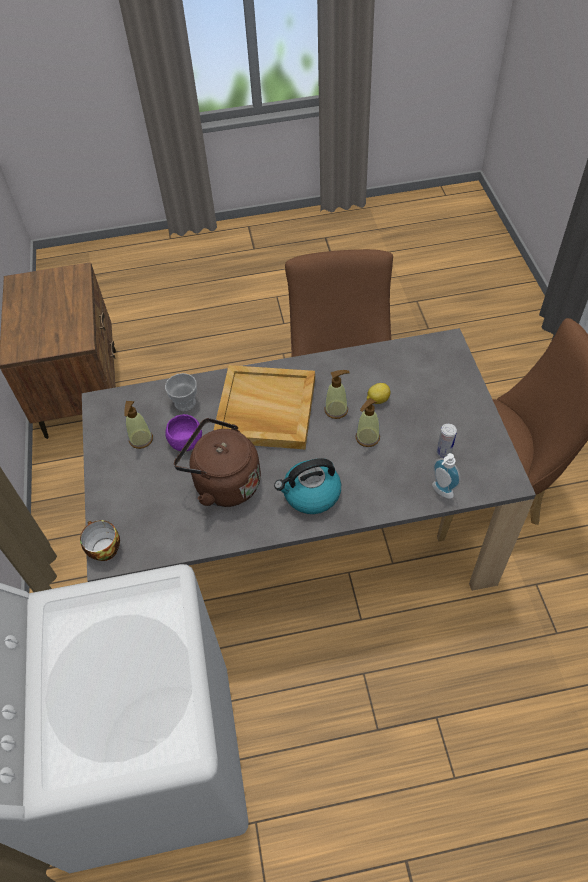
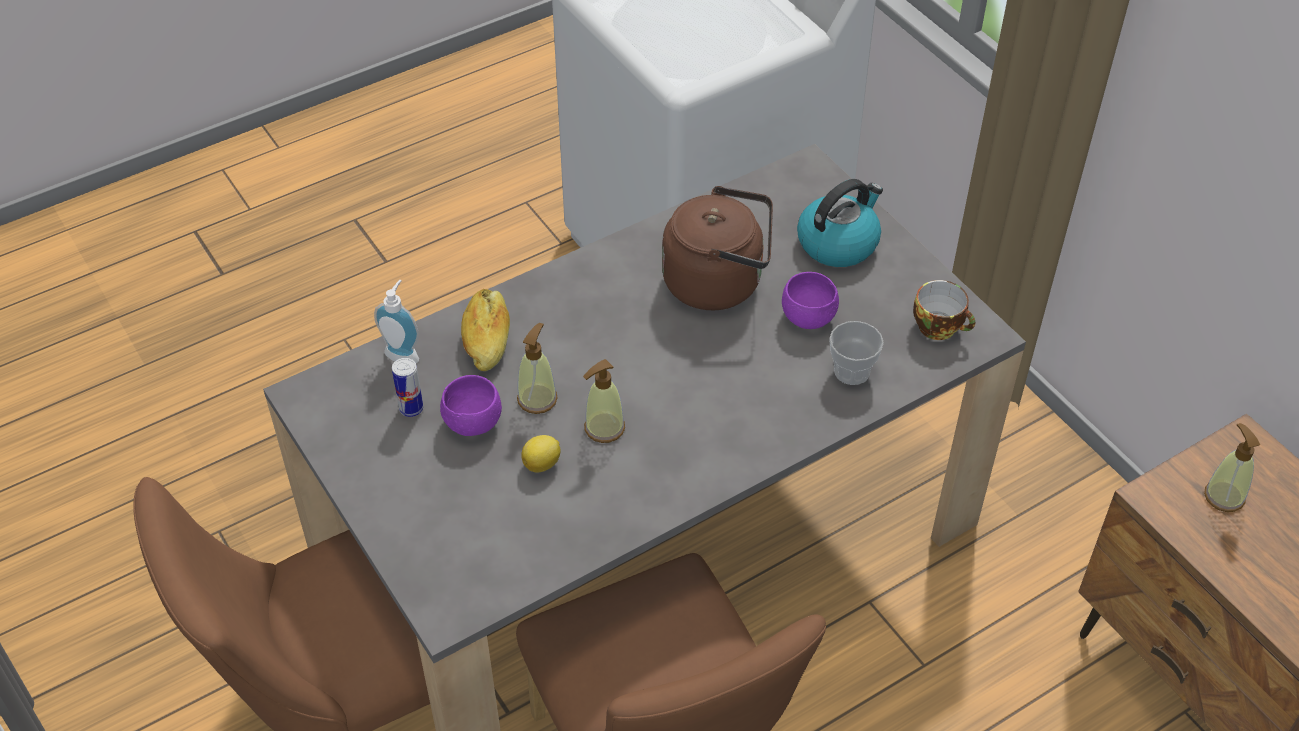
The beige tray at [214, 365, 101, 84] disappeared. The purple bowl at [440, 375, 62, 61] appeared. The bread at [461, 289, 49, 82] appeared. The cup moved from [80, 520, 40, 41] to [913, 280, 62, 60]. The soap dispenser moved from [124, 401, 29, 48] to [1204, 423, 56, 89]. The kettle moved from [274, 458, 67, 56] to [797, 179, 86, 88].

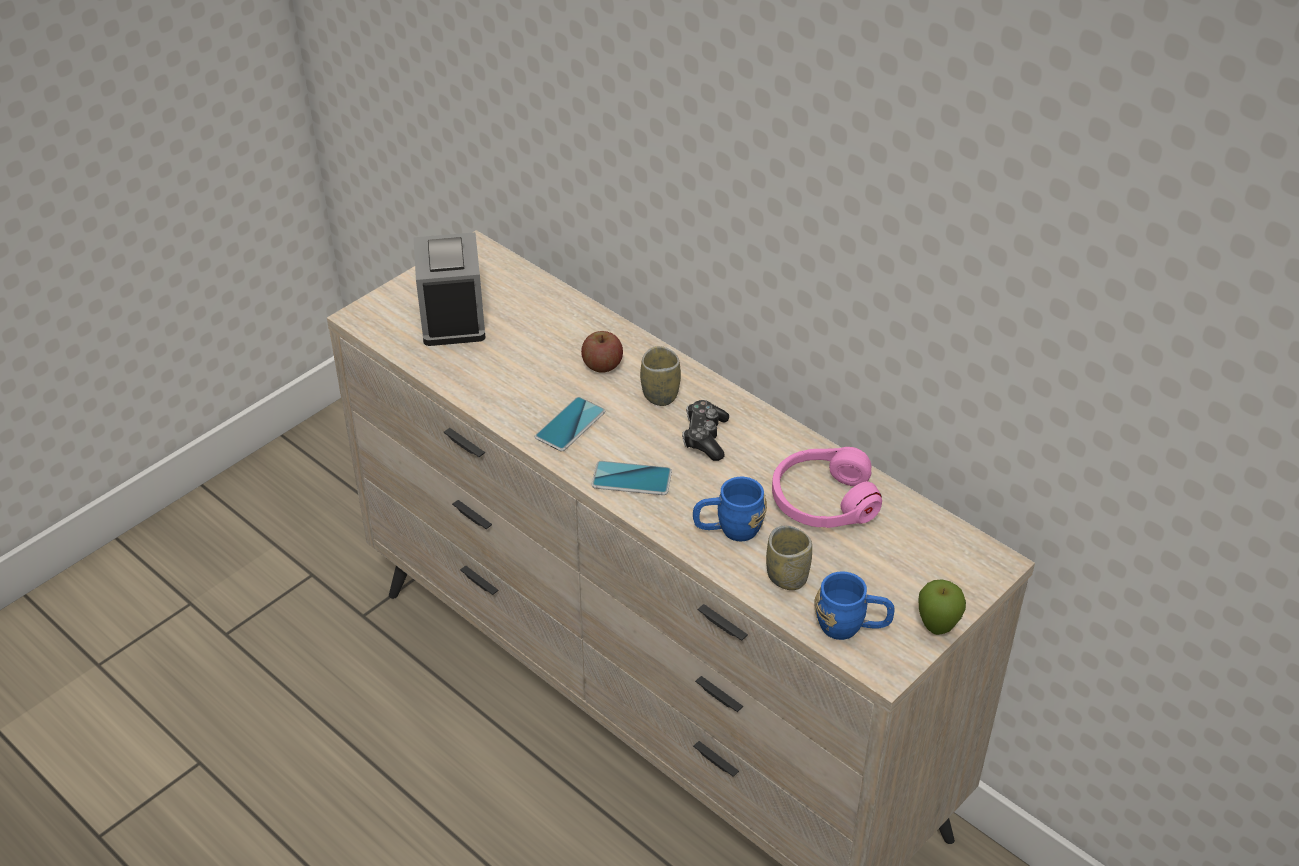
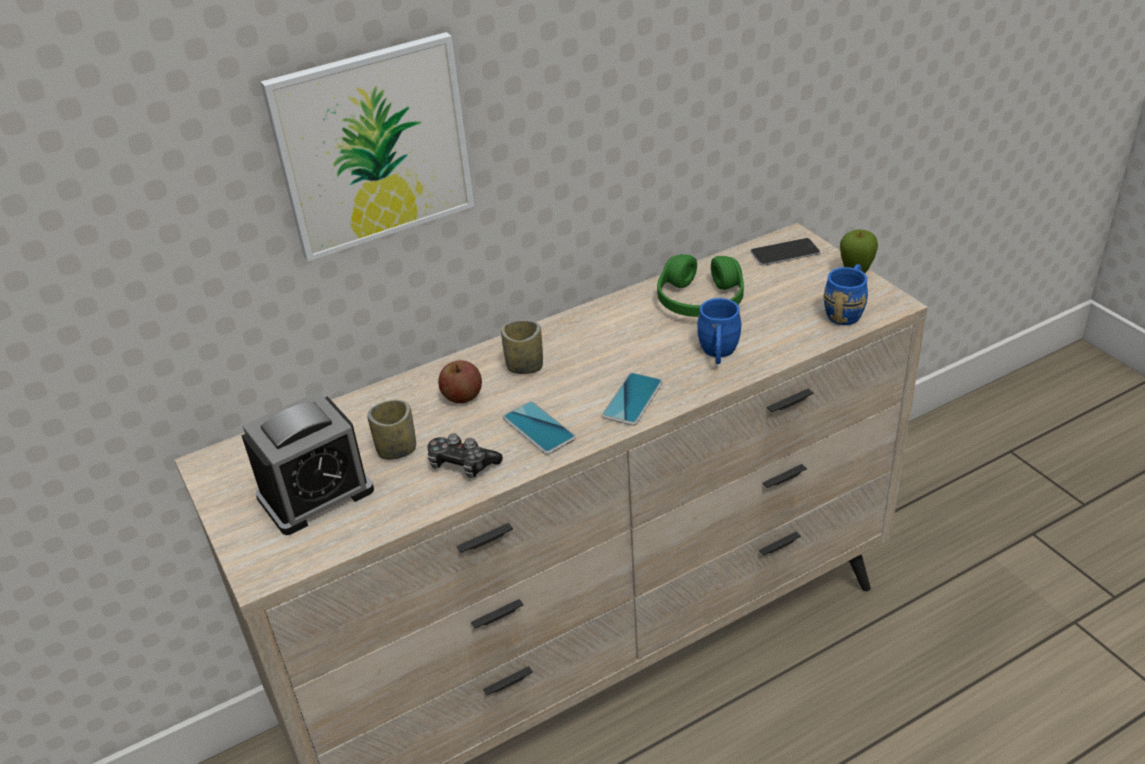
The picture at [261, 32, 213, 229] appeared. The phone at [750, 238, 71, 28] appeared. The game controller moved from [682, 400, 47, 61] to [427, 433, 76, 45]. The cup moved from [766, 526, 46, 64] to [367, 400, 49, 60]. The pink headphones at [772, 447, 110, 81] became the green headphones at [657, 254, 87, 63]. The alarm clock at [413, 232, 73, 114] turned 45 degrees counterclockwise.

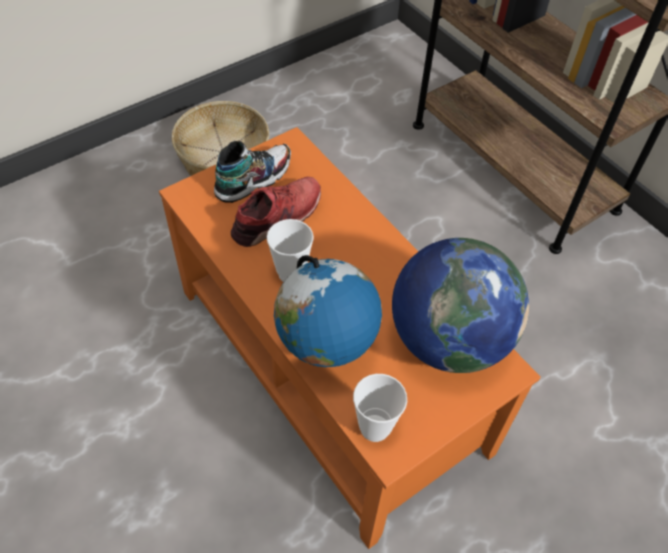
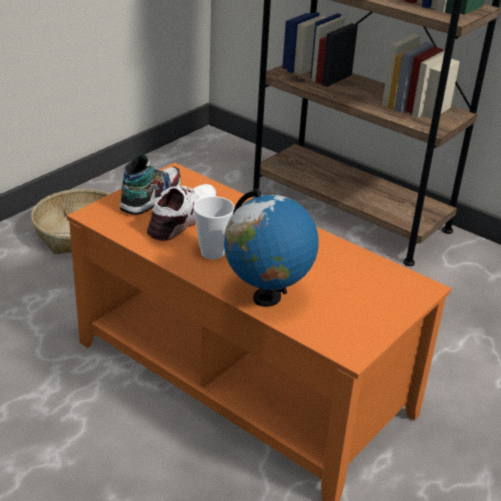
The cup at [353, 374, 54, 68] disappeared. The globe at [392, 238, 137, 135] disappeared. The red shoe at [231, 177, 90, 70] became the white shoe at [147, 184, 70, 57].

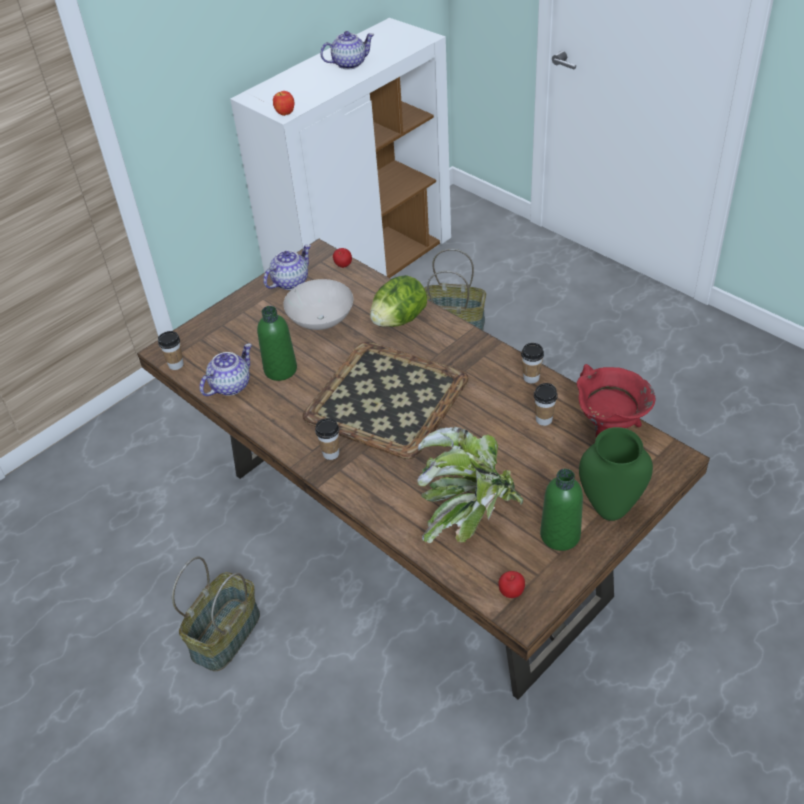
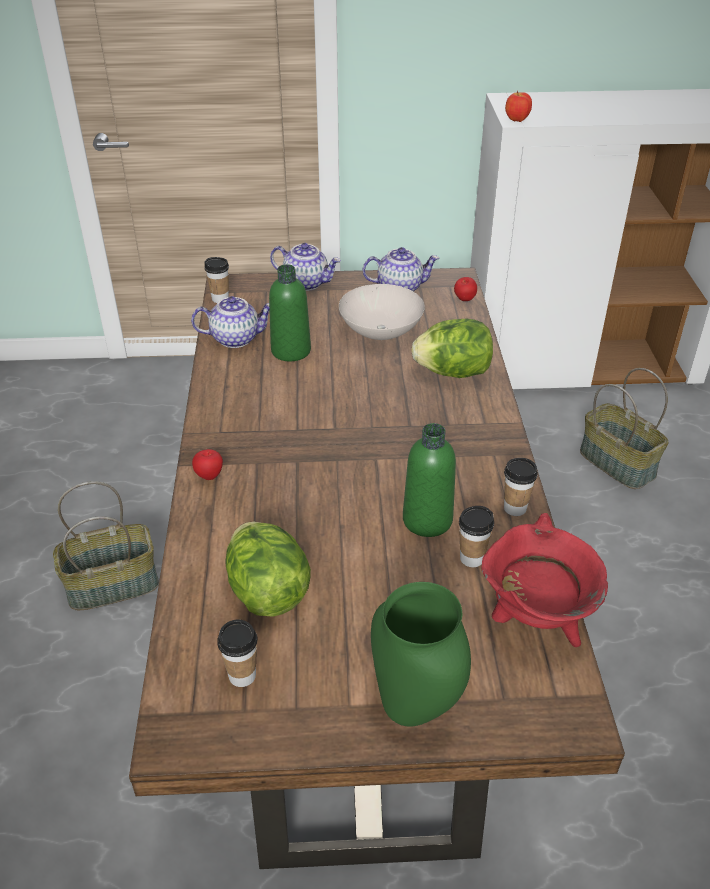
The tray at [303, 341, 166, 118] disappeared. The cup moved from [315, 418, 24, 42] to [217, 619, 41, 68]. The teapot moved from [320, 31, 55, 39] to [270, 243, 71, 48]. The apple moved from [498, 571, 27, 27] to [192, 449, 31, 31]. The green bottle moved from [540, 469, 43, 82] to [403, 423, 53, 114]. The potted plant at [417, 427, 106, 116] was replaced by the lettuce at [225, 522, 86, 95].

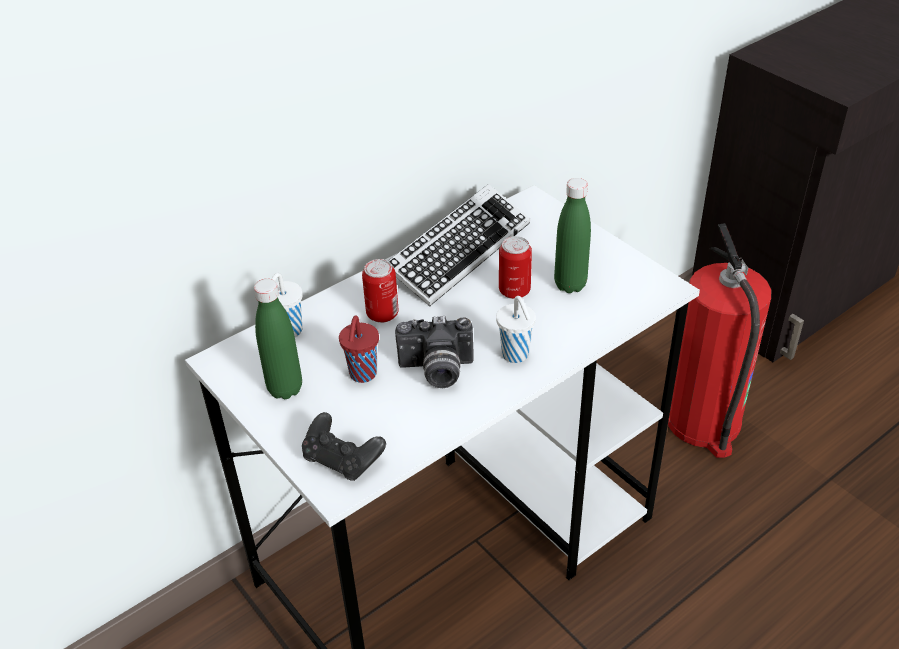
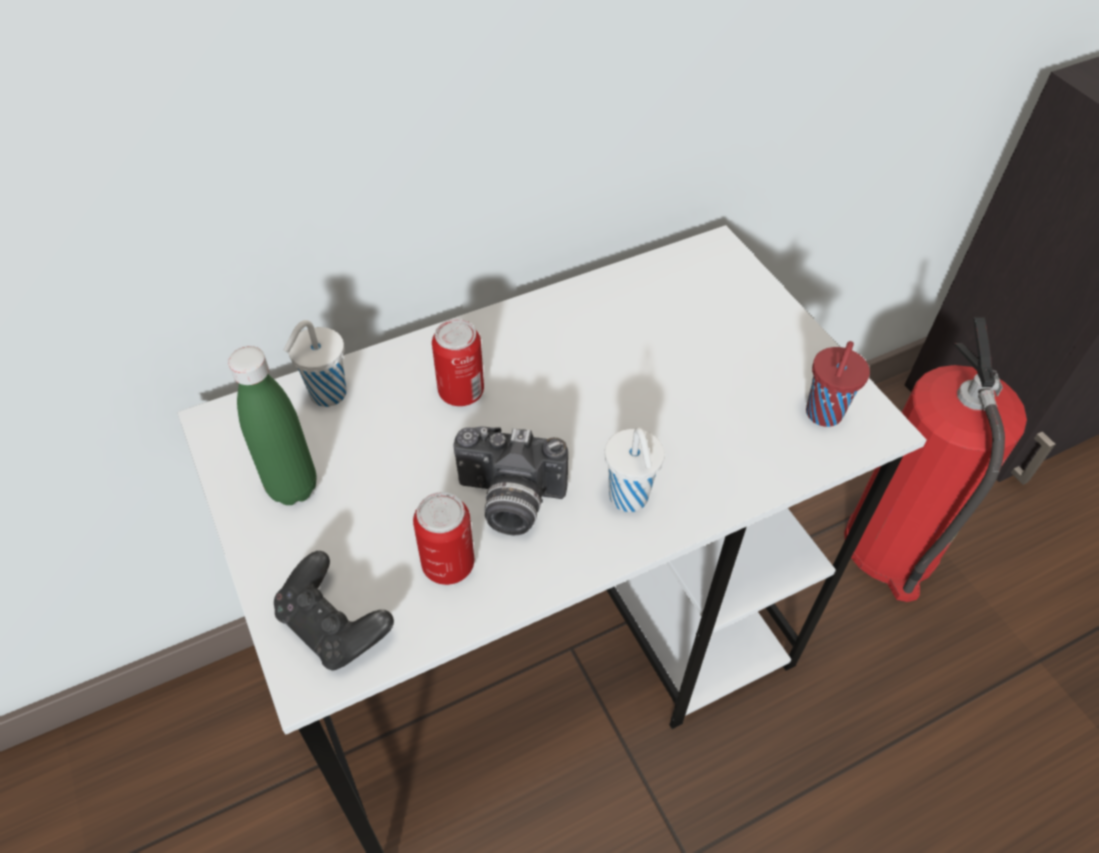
The keyboard at [388, 184, 142, 122] disappeared. The green bottle at [554, 178, 37, 115] disappeared. The red cup moved from [339, 315, 40, 68] to [806, 341, 64, 86]. The can moved from [499, 236, 33, 63] to [413, 492, 61, 93].

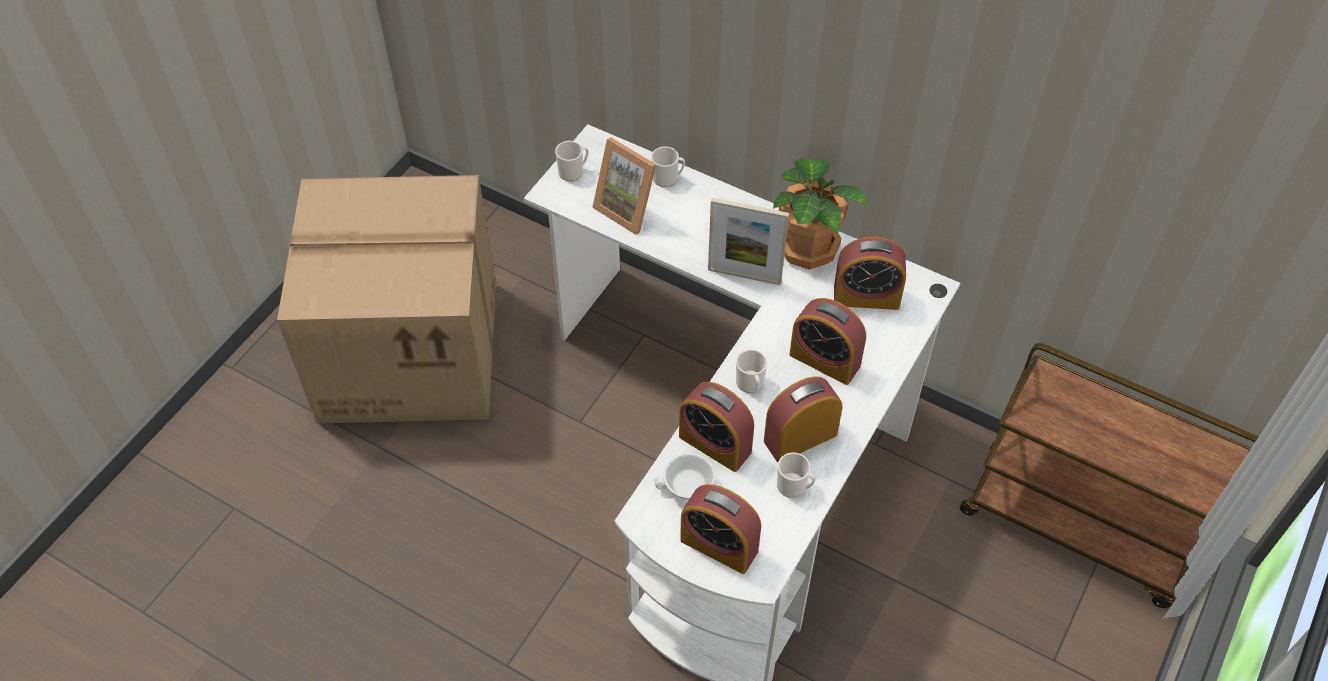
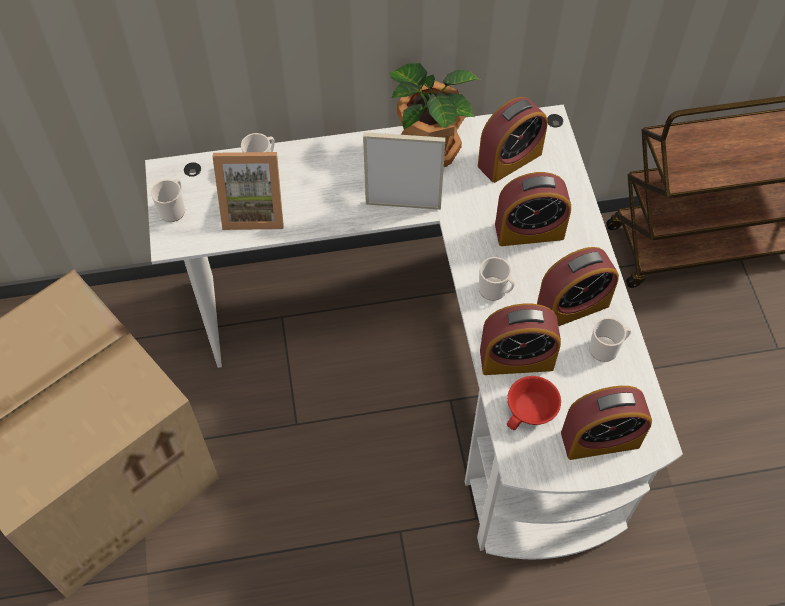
The white cup at [654, 453, 62, 47] became the red cup at [507, 376, 54, 54]. The picture frame at [708, 198, 81, 87] turned 150 degrees counterclockwise. The alarm clock at [764, 377, 78, 85] turned 135 degrees counterclockwise.

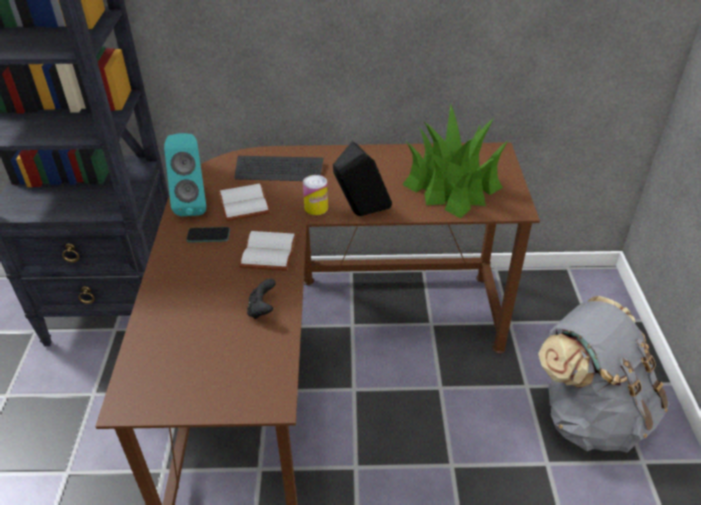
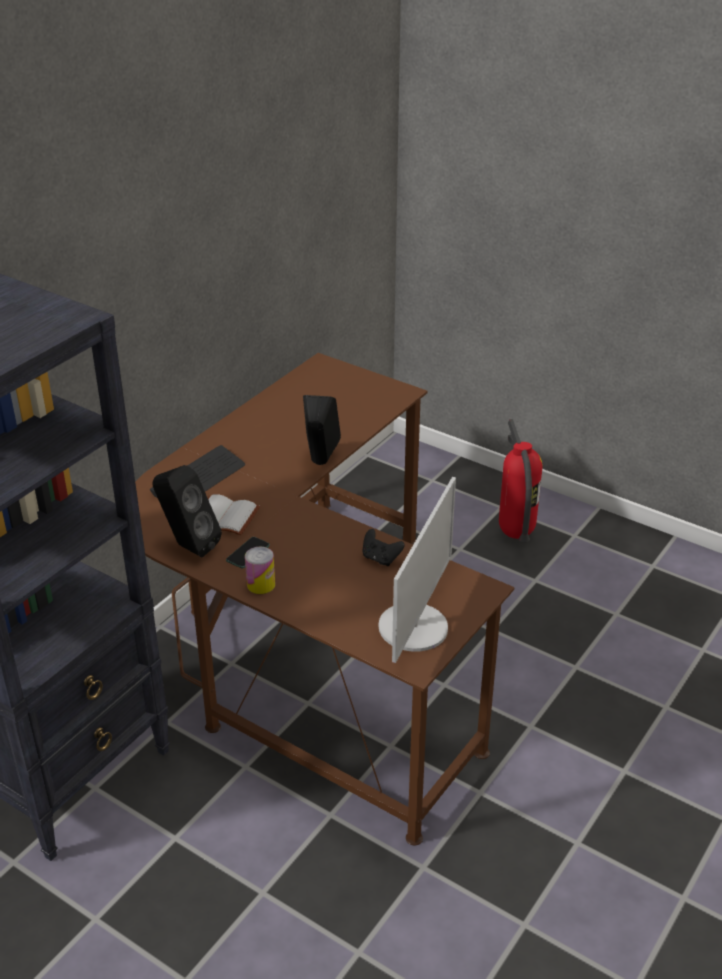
The white book at [239, 231, 58, 39] disappeared. The potted plant at [402, 103, 105, 115] disappeared. The monitor at [379, 477, 77, 186] appeared. The can moved from [303, 175, 25, 40] to [245, 547, 30, 47]. The grey backpack at [538, 296, 131, 157] was replaced by the fire extinguisher at [499, 419, 44, 123]. The turquoise speaker at [164, 133, 42, 83] became the black speaker at [153, 465, 69, 93].

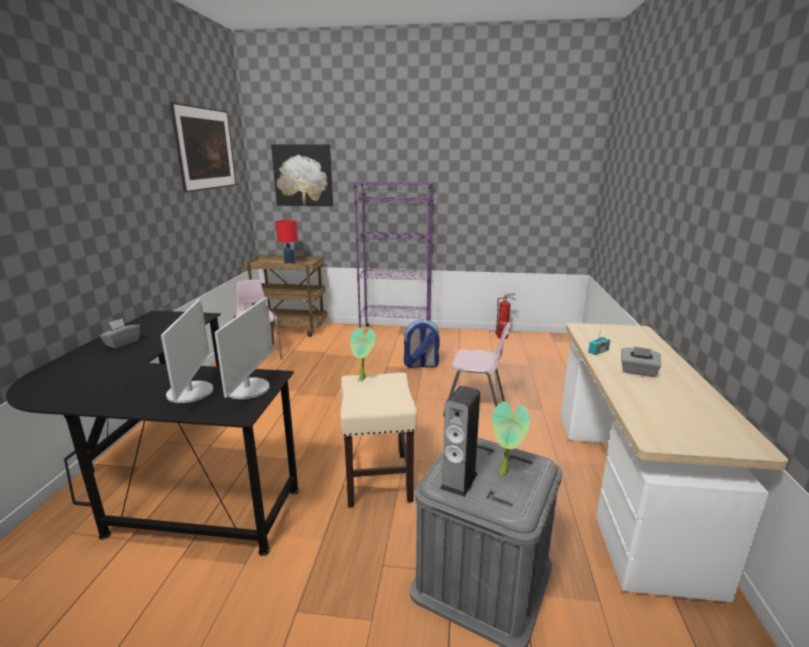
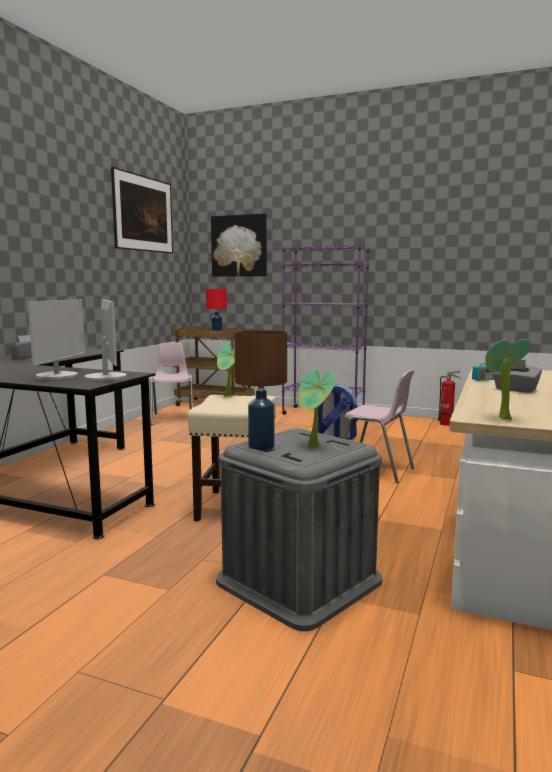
The potted plant at [485, 339, 46, 81] appeared. The speaker at [440, 386, 40, 111] was replaced by the brown table lamp at [234, 330, 53, 120]. The monitor at [214, 297, 59, 102] turned 45 degrees counterclockwise.

